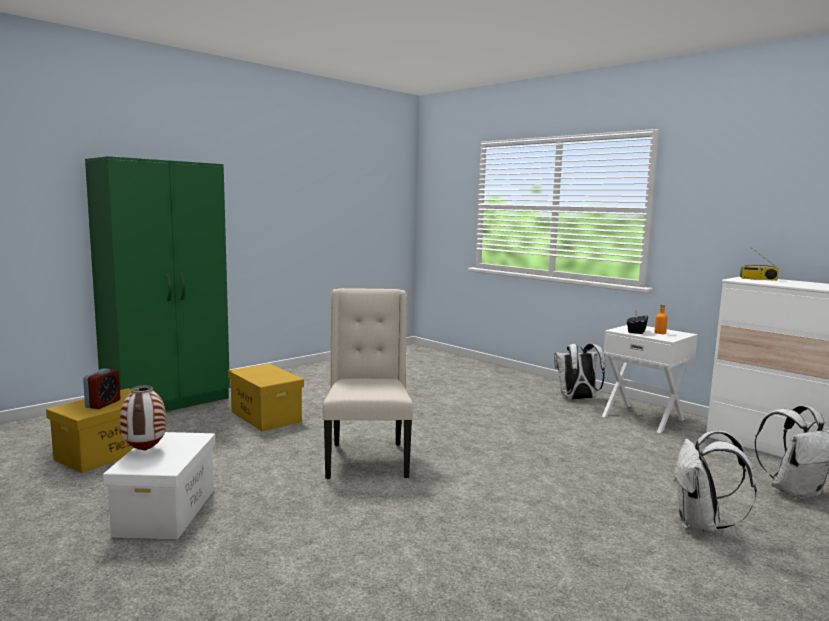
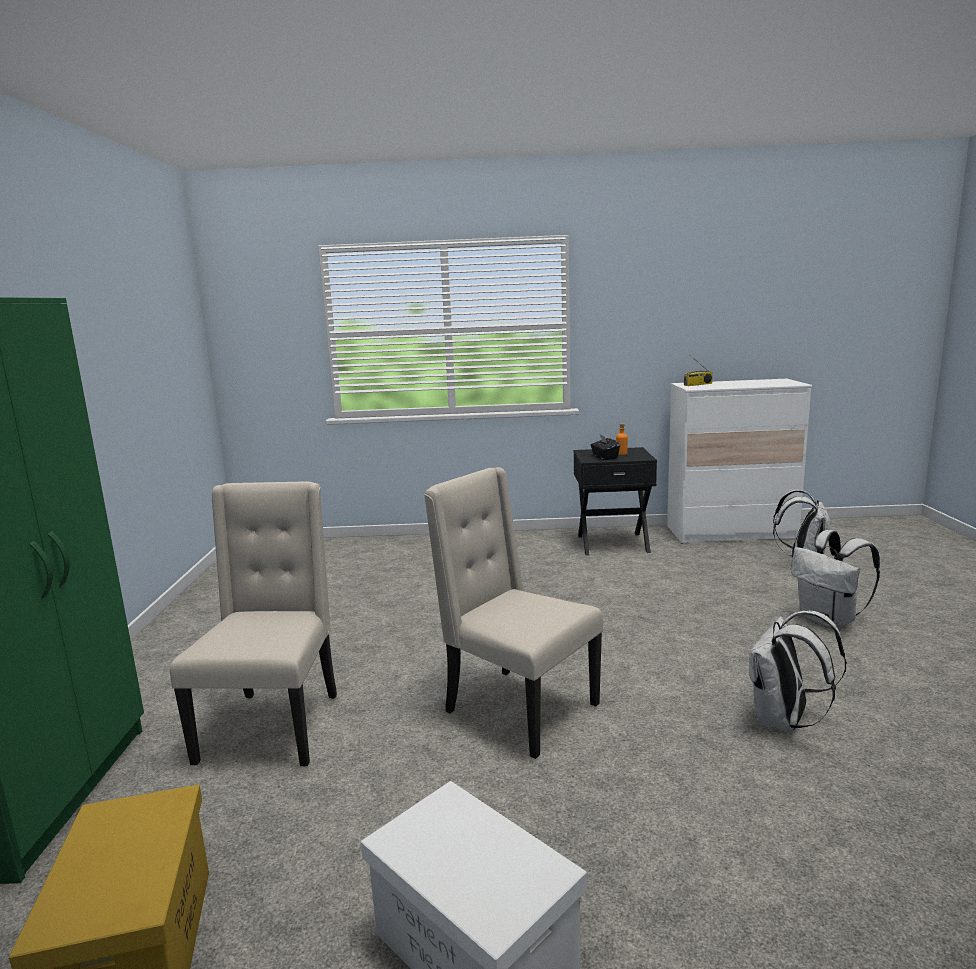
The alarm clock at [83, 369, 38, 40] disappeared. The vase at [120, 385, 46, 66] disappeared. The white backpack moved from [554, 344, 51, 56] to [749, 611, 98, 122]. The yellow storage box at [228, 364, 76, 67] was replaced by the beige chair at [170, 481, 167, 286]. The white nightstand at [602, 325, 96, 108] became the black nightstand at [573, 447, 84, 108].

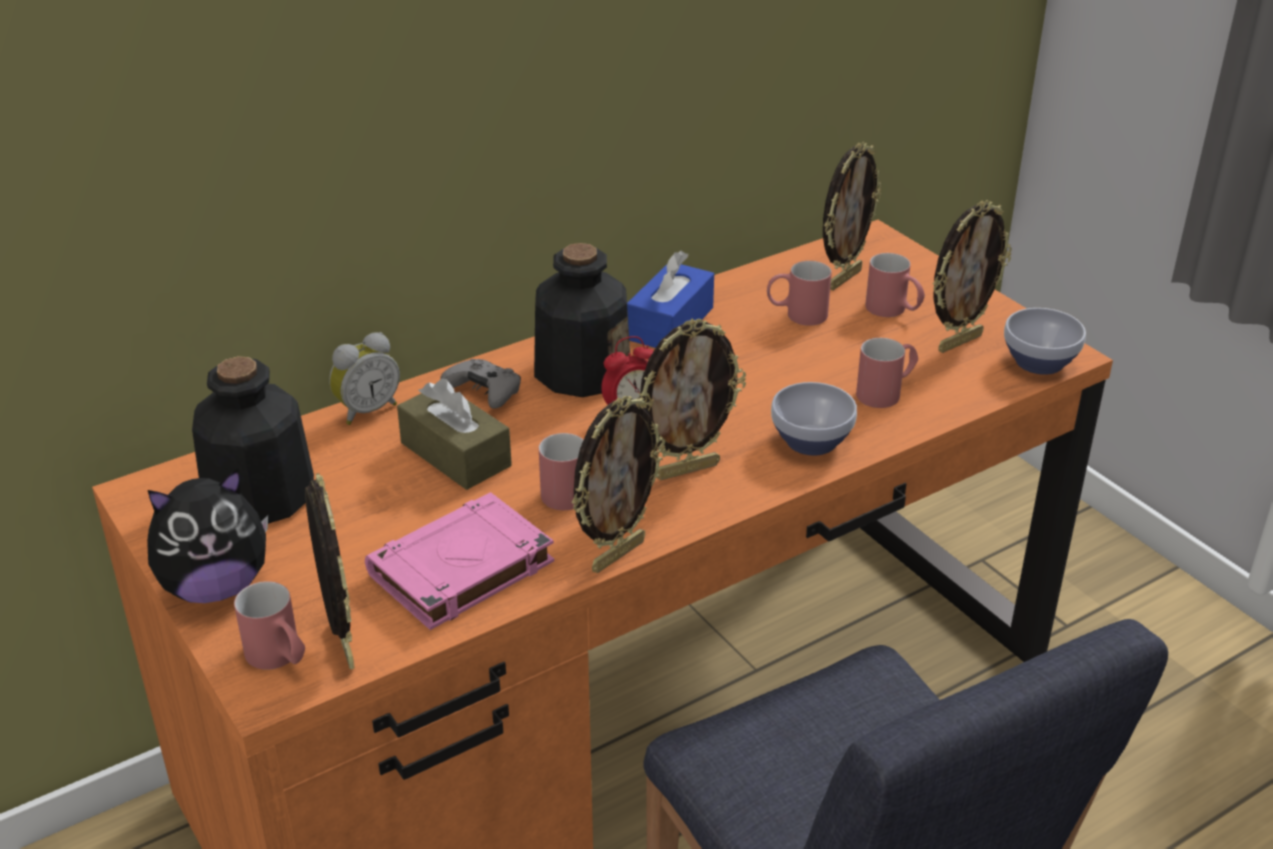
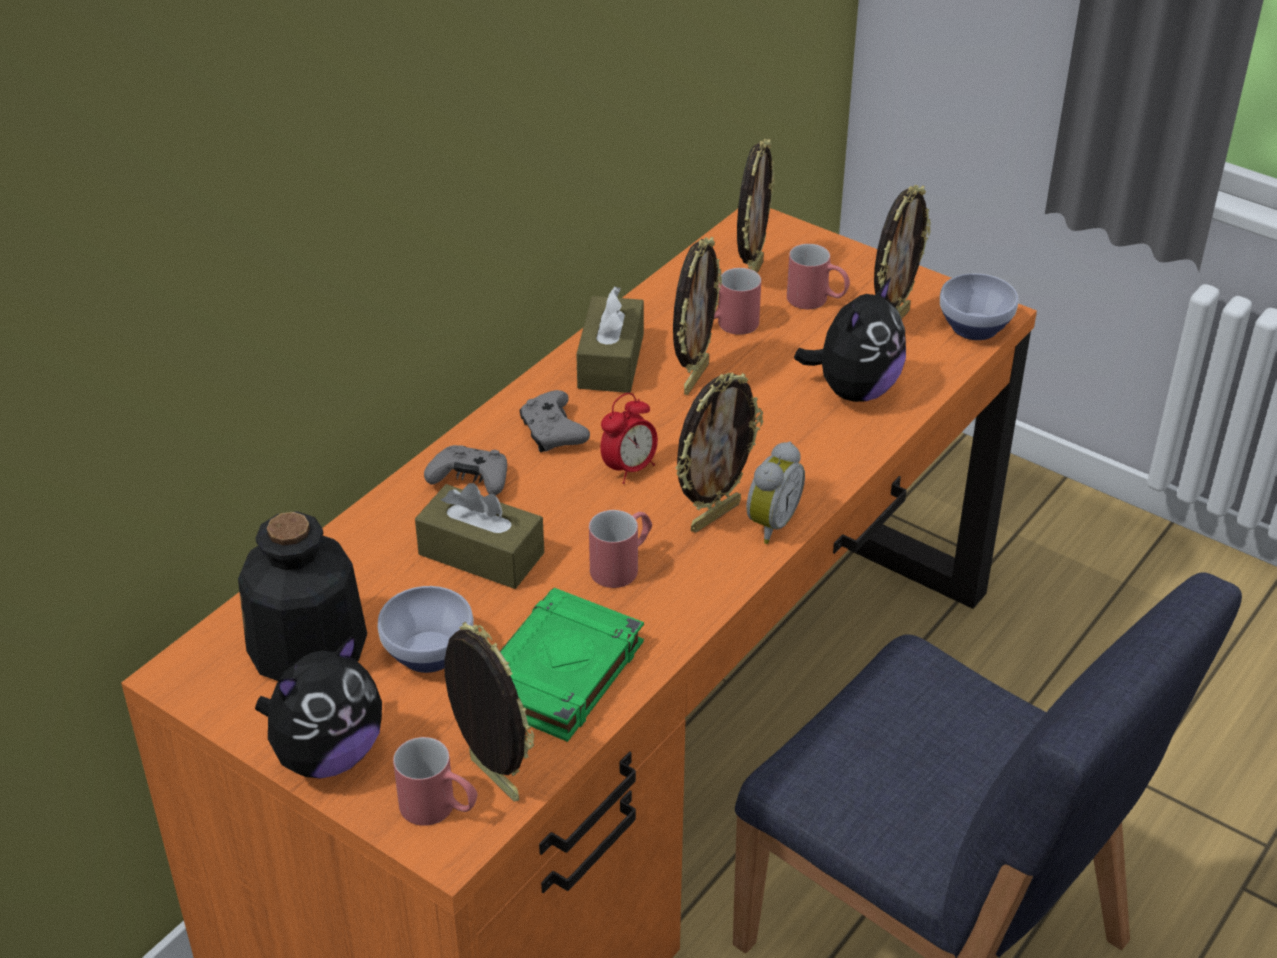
The alarm clock moved from [329, 332, 71, 93] to [746, 442, 59, 102]. The picture frame moved from [572, 396, 94, 177] to [673, 237, 49, 158]. The bowl moved from [771, 382, 86, 74] to [378, 586, 96, 87]. The bottle at [534, 243, 96, 154] was replaced by the grey game controller at [520, 390, 70, 62]. The red mug at [856, 338, 62, 70] was replaced by the plush toy at [794, 277, 112, 125]. The pink book at [365, 492, 189, 138] became the green book at [500, 588, 144, 154]. The blue tissue box at [627, 251, 87, 97] became the brown tissue box at [576, 286, 68, 107].

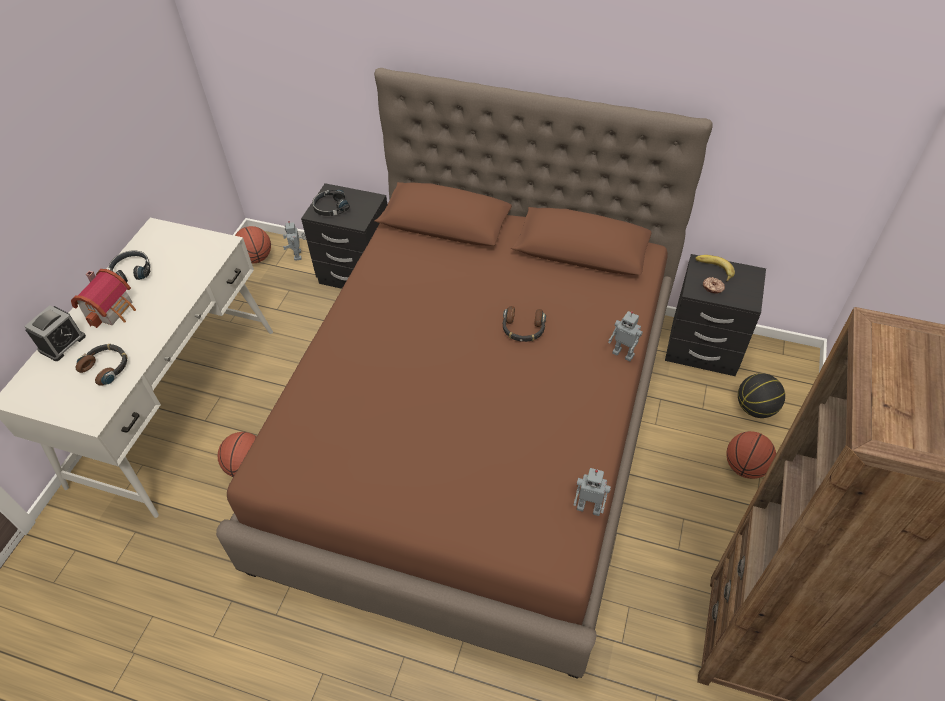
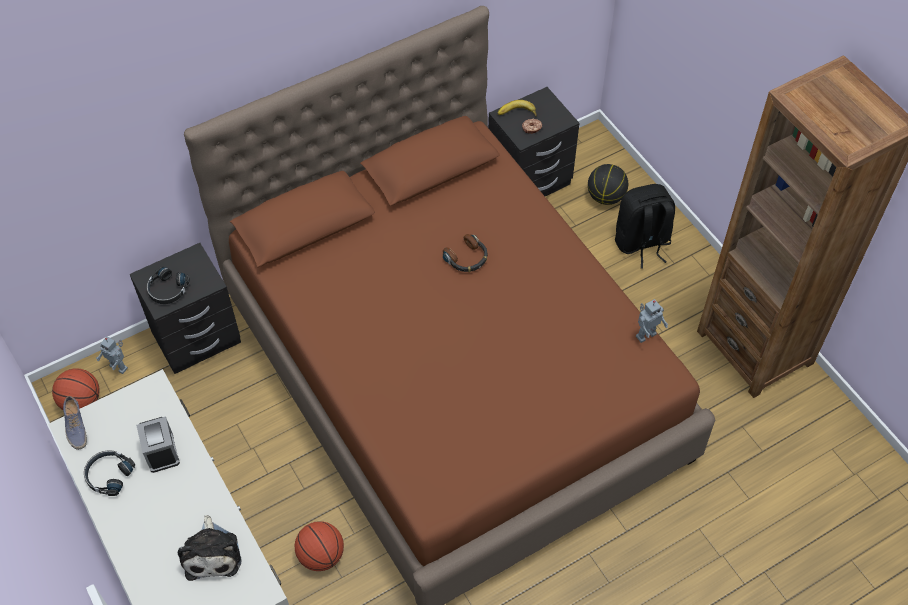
The toy house at [71, 269, 65, 59] disappeared. The toy robot at [608, 311, 35, 50] disappeared. The shoe at [63, 396, 24, 54] appeared. The alarm clock moved from [24, 305, 62, 56] to [136, 416, 44, 57]. The headphones at [75, 344, 52, 42] was replaced by the plush toy at [178, 515, 63, 66]. The basketball at [726, 431, 50, 48] was replaced by the black backpack at [615, 184, 60, 84].

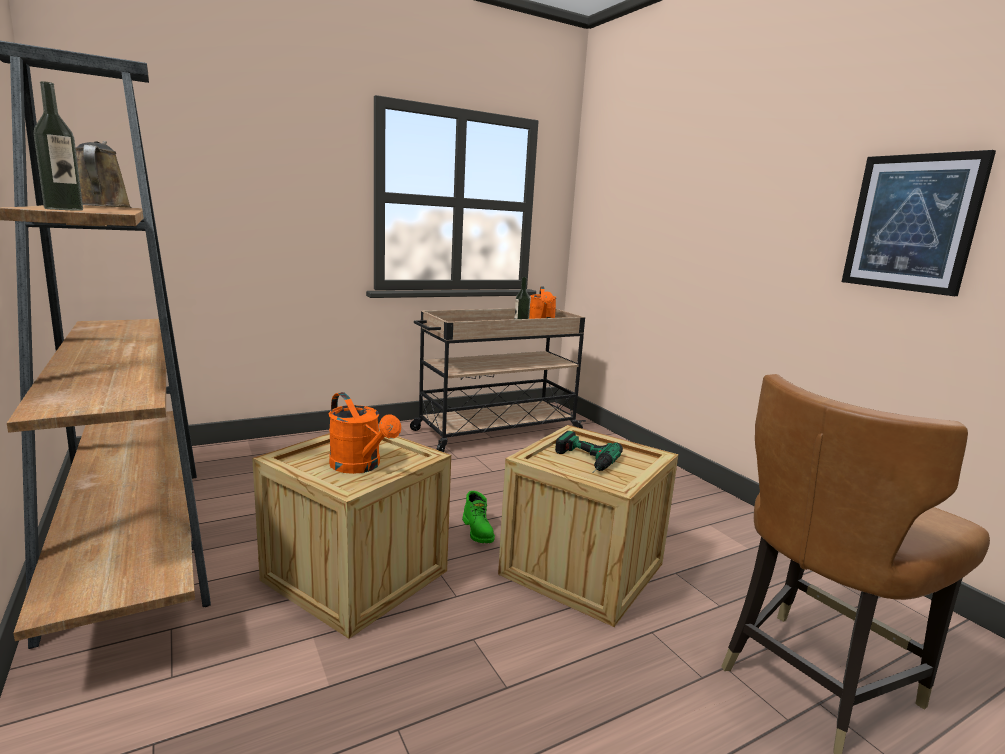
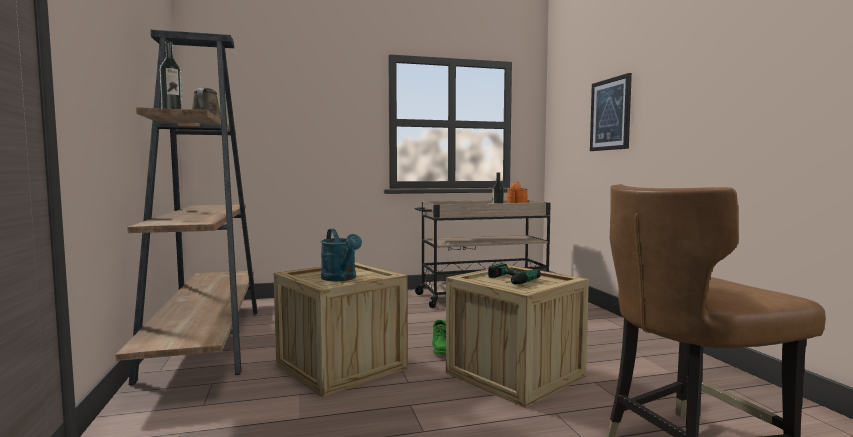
The picture moved from [842, 150, 154, 146] to [590, 73, 42, 78]. The orange watering can at [329, 392, 72, 82] became the turquoise watering can at [321, 229, 41, 52].

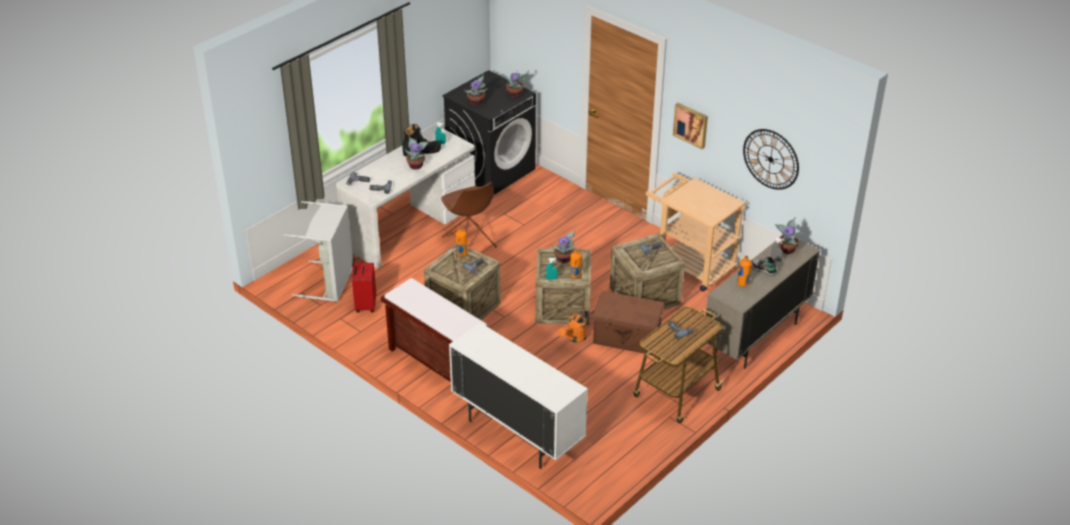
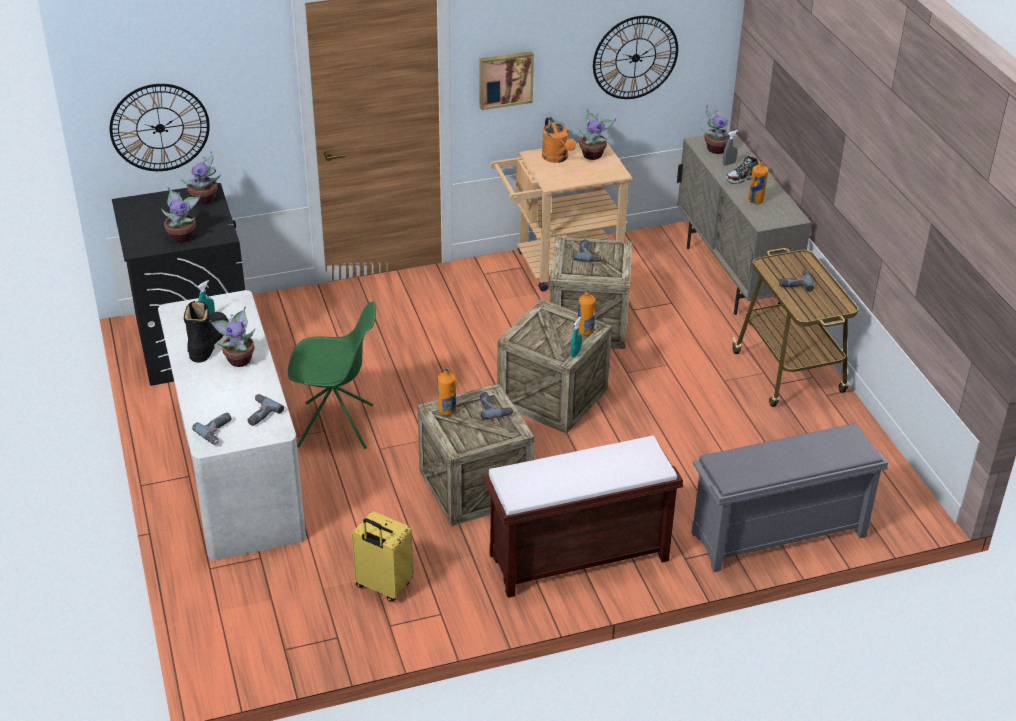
The grey laundry basket at [284, 201, 69, 101] disappeared. The brown storage box at [591, 291, 74, 64] disappeared. The wall clock at [110, 84, 100, 87] appeared. The potted plant moved from [551, 229, 26, 34] to [579, 109, 37, 51]. The orange watering can moved from [558, 310, 29, 33] to [542, 117, 34, 46]. The white cabinet at [449, 323, 139, 146] was replaced by the grey shoe rack at [691, 423, 197, 149]. The red suitcase at [352, 258, 24, 55] became the yellow suitcase at [352, 511, 62, 90]. The brown chair at [441, 182, 56, 65] became the green chair at [288, 301, 88, 148].

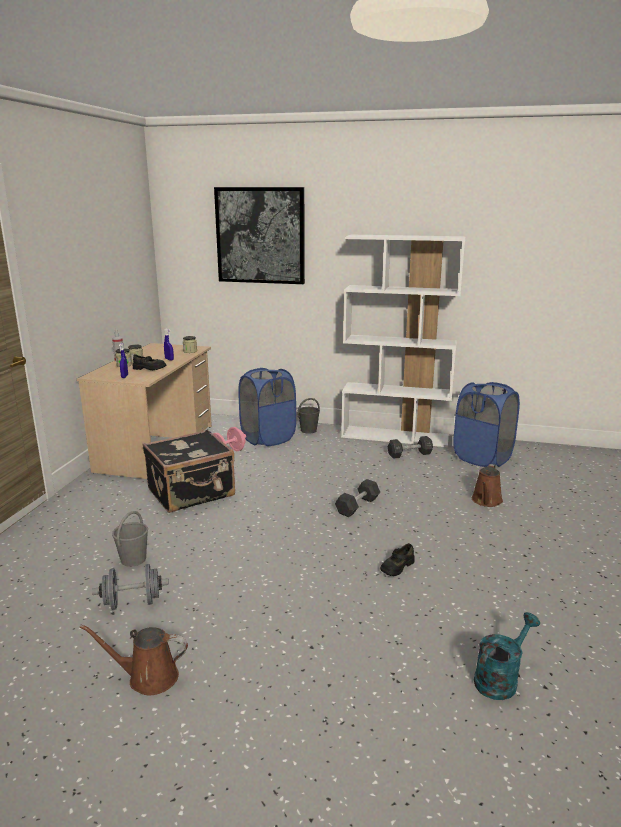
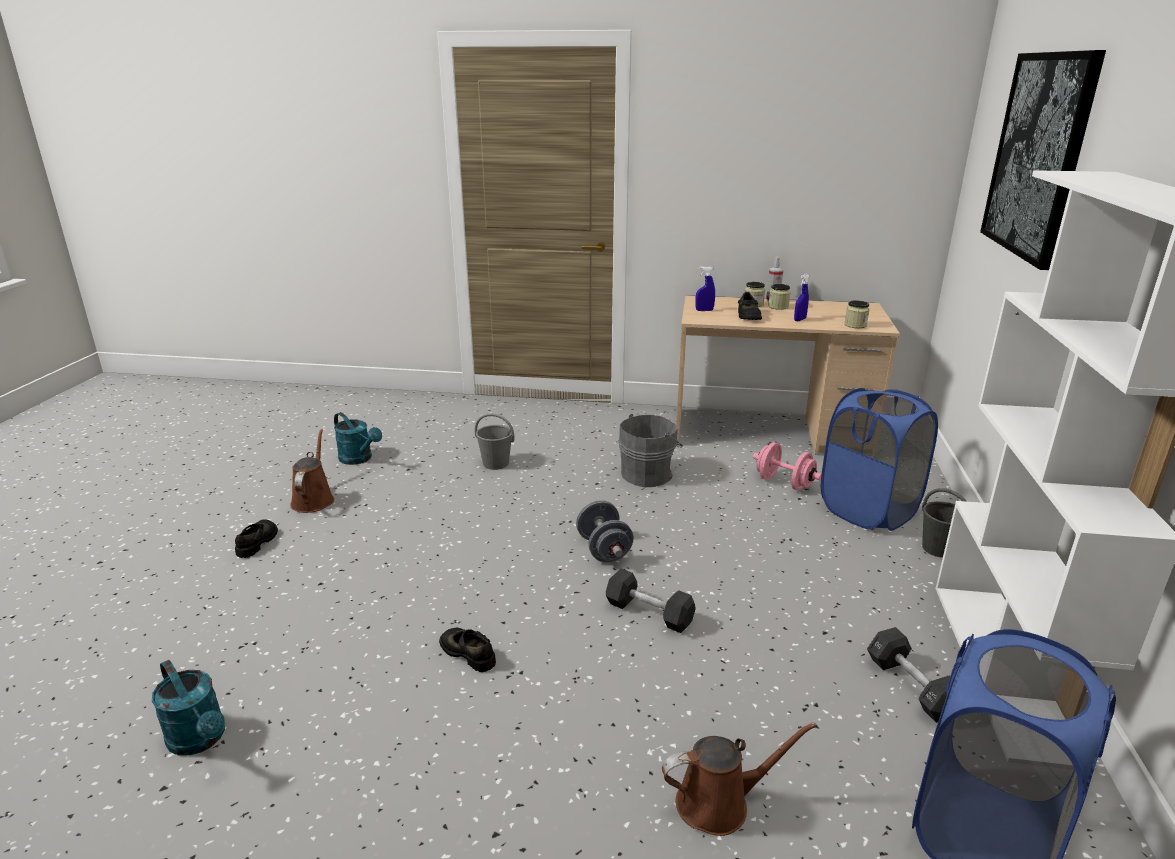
The black shoe at [235, 519, 43, 39] appeared. The turquoise watering can at [334, 412, 48, 53] appeared. The grey dumbbell moved from [92, 564, 77, 46] to [576, 500, 58, 62]. The black suitcase at [143, 430, 92, 83] was replaced by the grey bucket at [618, 414, 65, 73]. The brown watering can at [472, 464, 31, 43] turned 150 degrees clockwise.

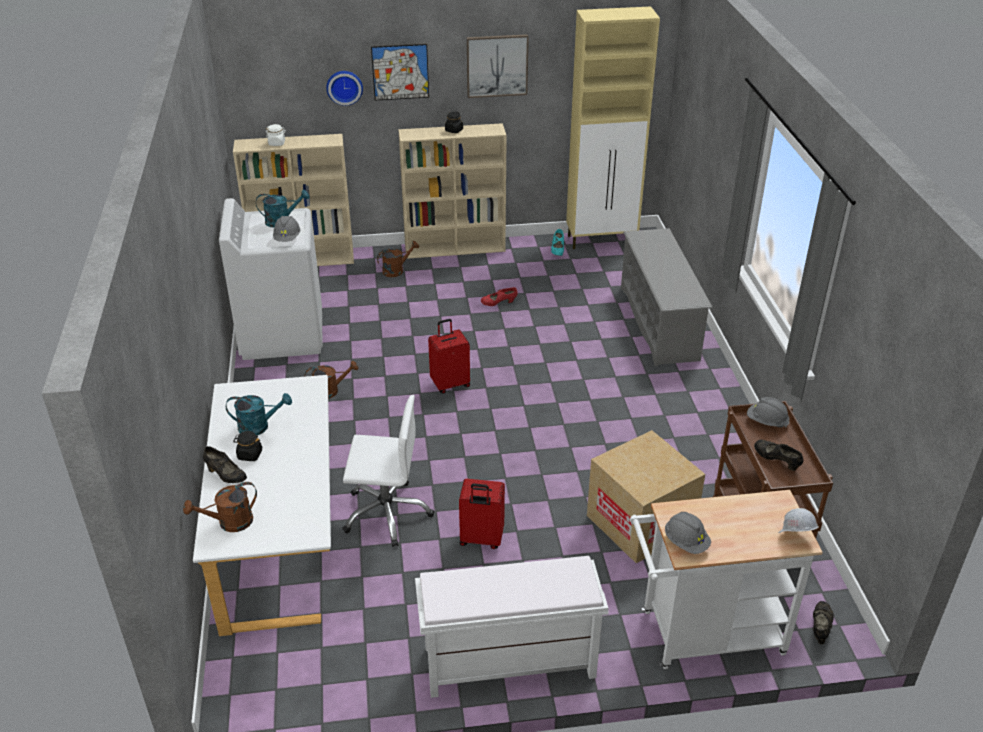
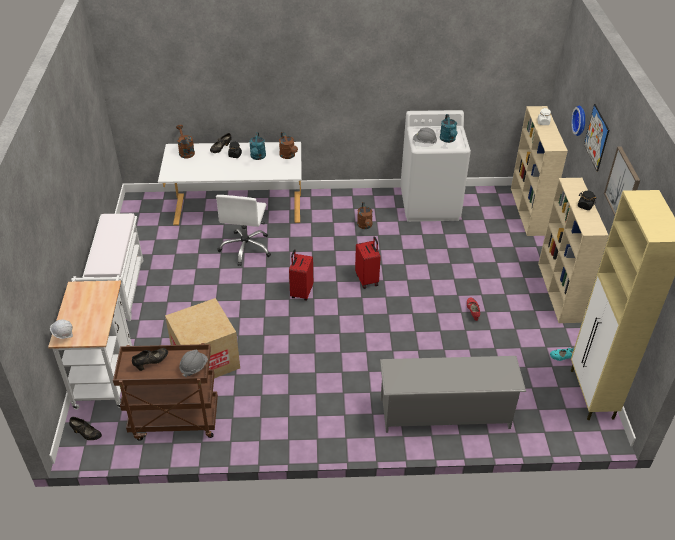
The grey hard hat at [665, 512, 46, 42] disappeared. The brown watering can moved from [377, 241, 42, 36] to [279, 132, 19, 27]. The red suitcase moved from [459, 479, 46, 70] to [289, 249, 24, 52].

